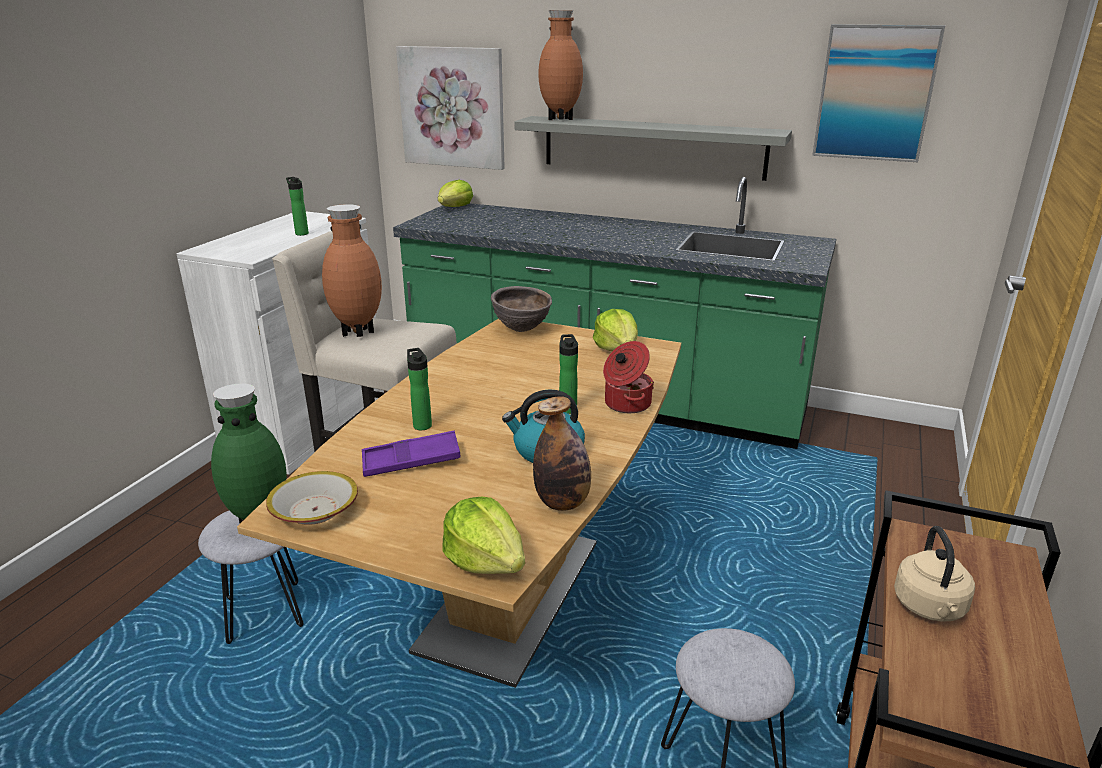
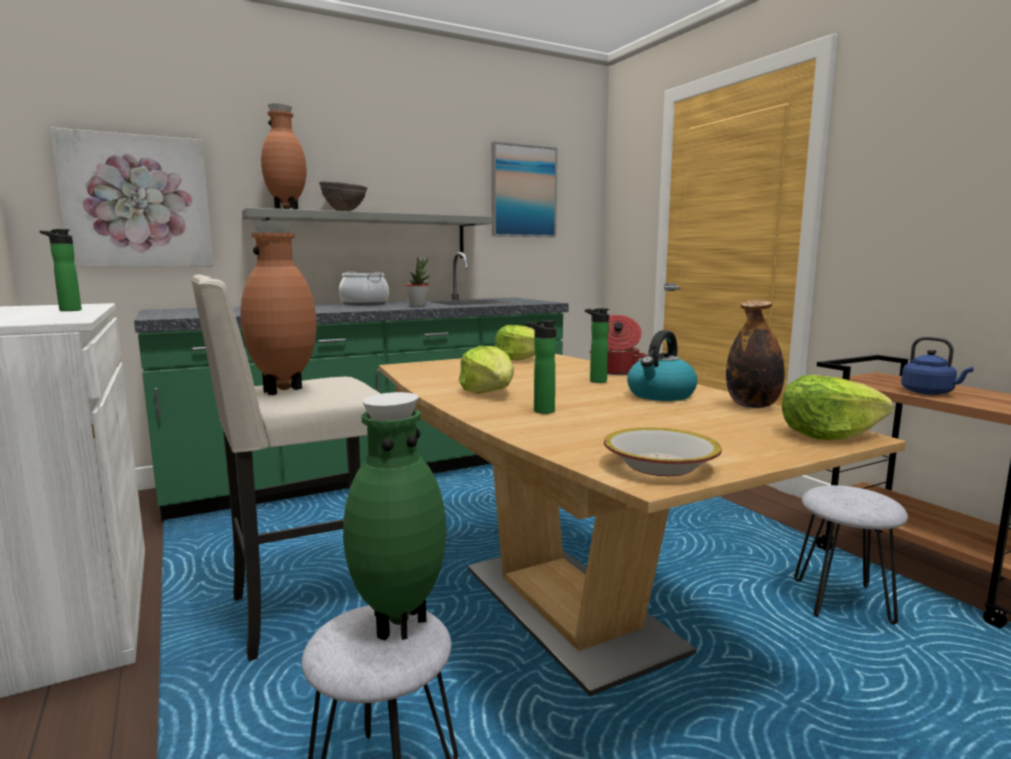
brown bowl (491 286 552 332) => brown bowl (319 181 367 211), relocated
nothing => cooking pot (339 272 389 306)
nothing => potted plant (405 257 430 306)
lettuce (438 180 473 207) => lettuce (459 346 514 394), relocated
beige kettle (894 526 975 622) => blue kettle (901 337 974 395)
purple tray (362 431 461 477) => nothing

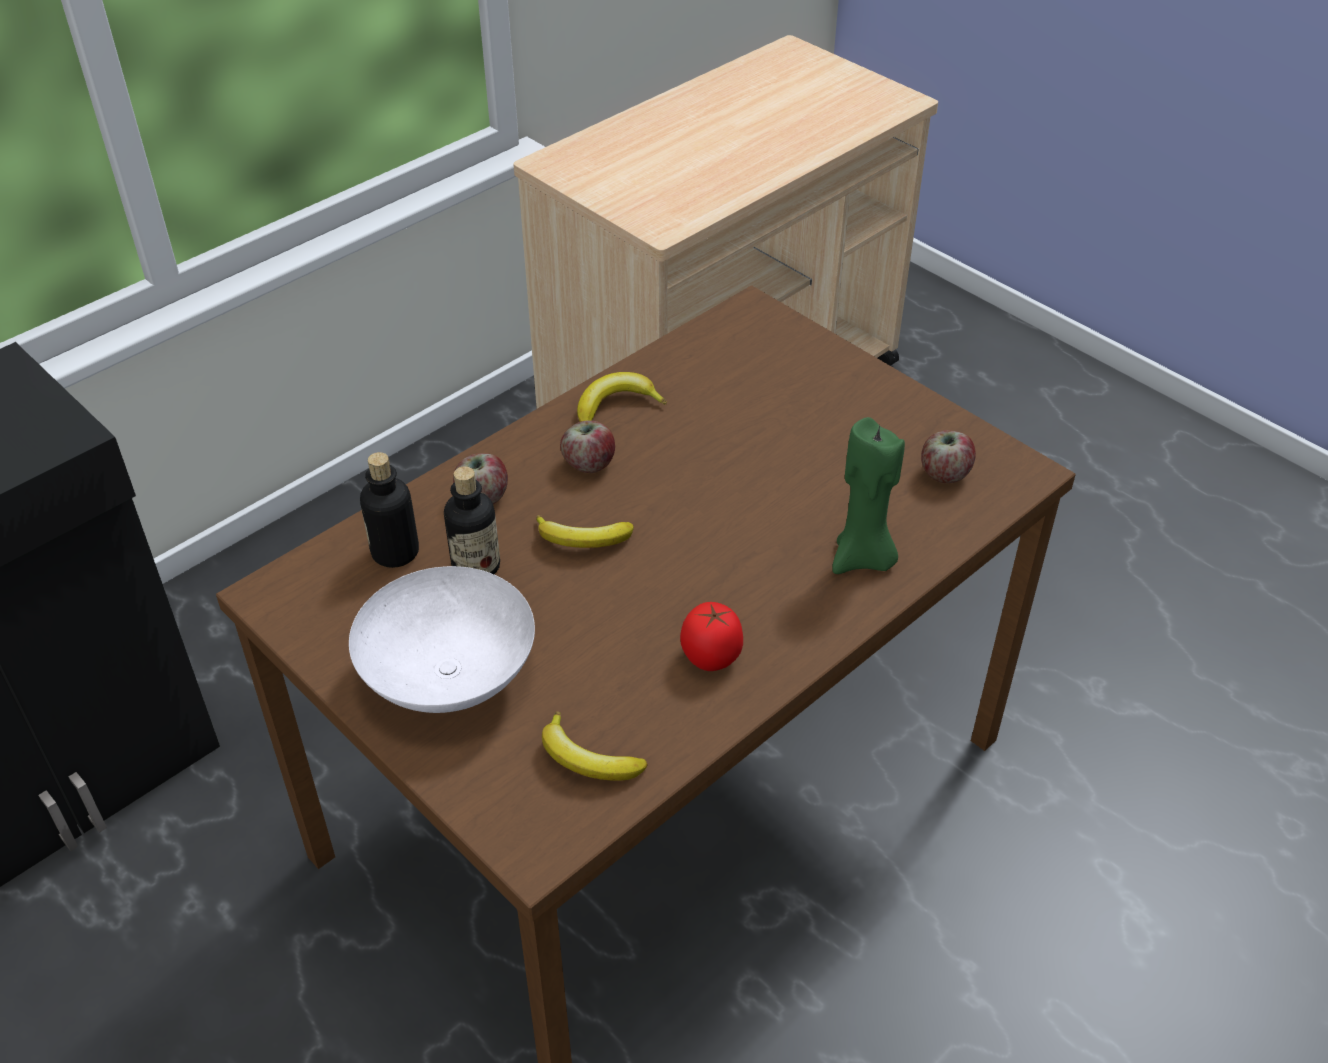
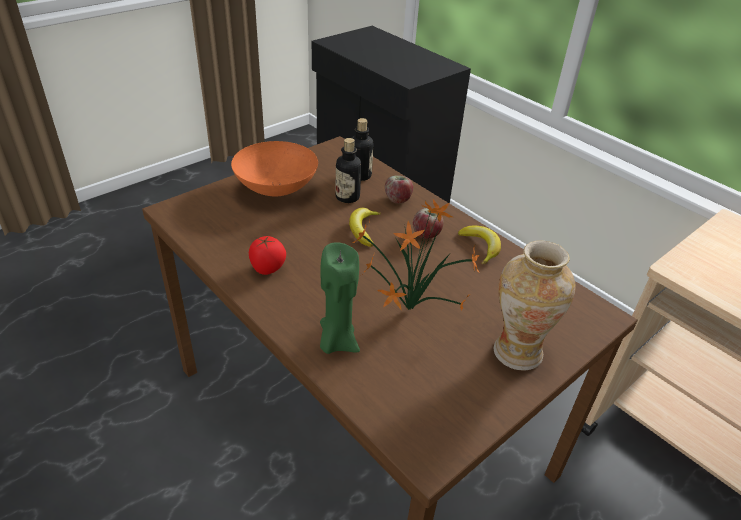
white bowl (349 566 535 713) => orange bowl (231 141 318 196)
nothing => potted plant (351 199 480 310)
nothing => vase (494 241 576 371)
banana (542 711 648 781) => nothing
apple (921 430 976 483) => nothing

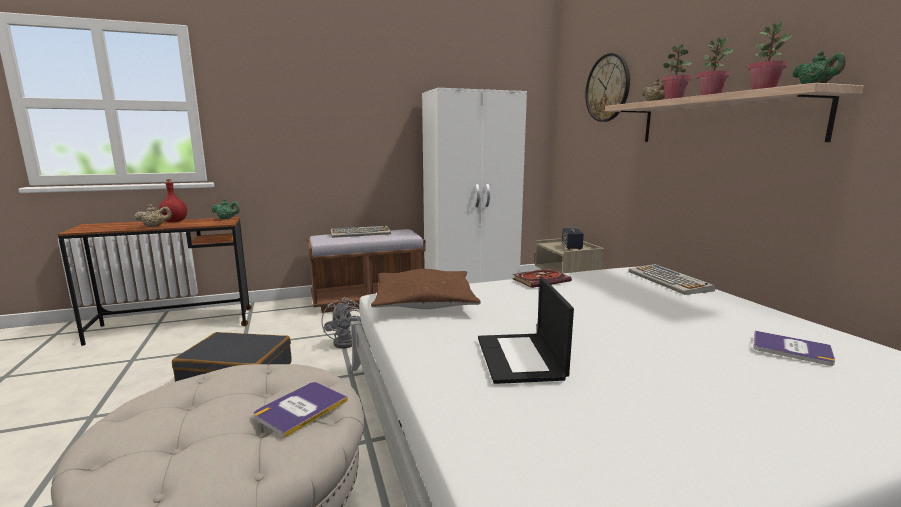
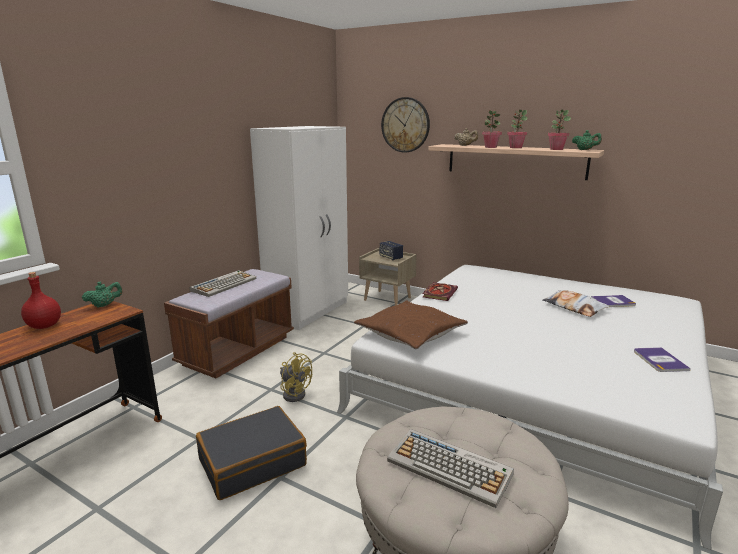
grey fan (321 297 361 348) => yellow fan (280 352 312 402)
keyboard (628 264 715 295) => keyboard (387 429 514 508), relocated
nothing => pillow (542 290 609 317)
book (254 382 348 438) => book (634 347 691 372), relocated
beige teapot (134 204 172 227) => nothing
laptop (478 277 574 384) => nothing

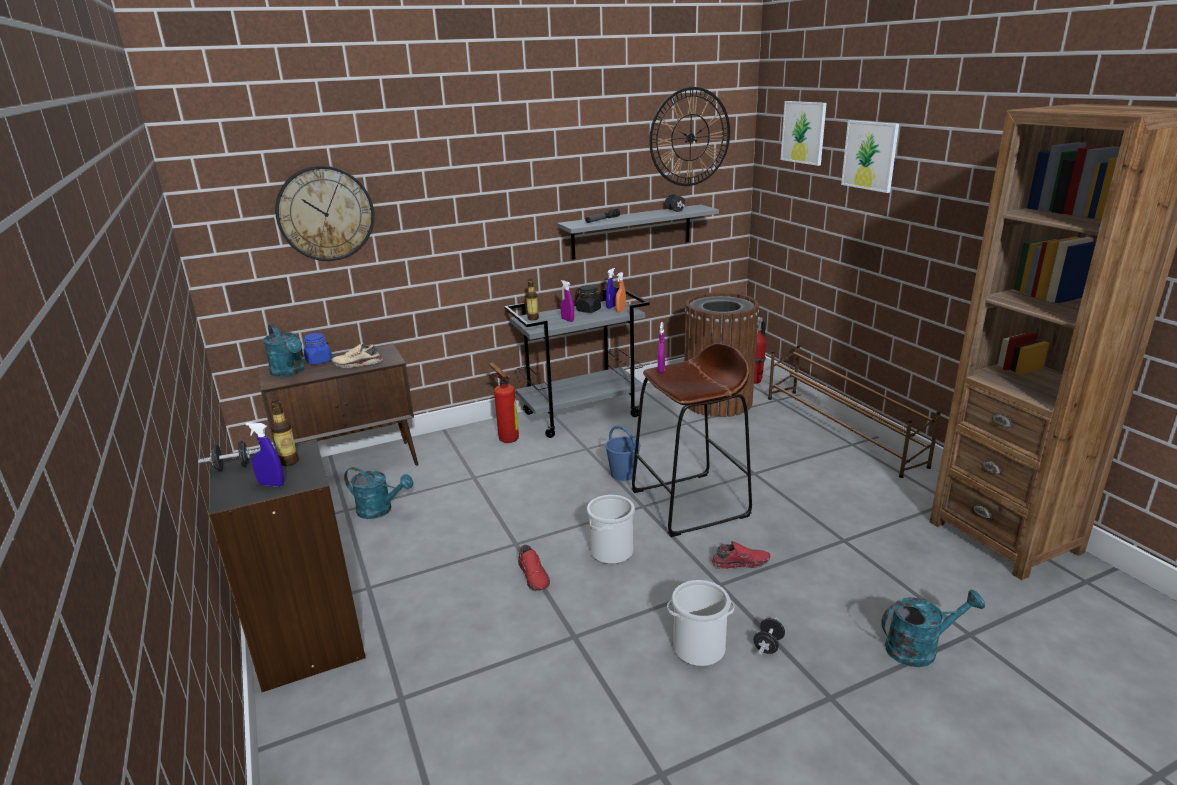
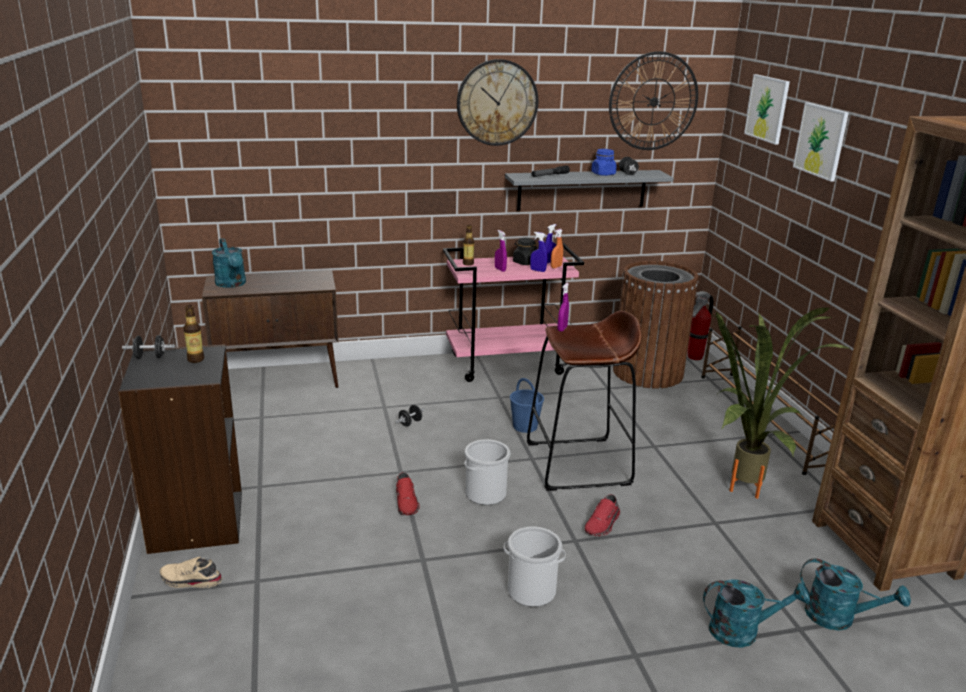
beige shoe (332 343 382 368) => beige shoe (160 557 223 588), relocated
black dumbbell (753 617 785 655) => black dumbbell (395 405 425 427), relocated
grey cart (504 287 650 438) => pink cart (443 243 584 382)
wall clock (275 166 374 261) => wall clock (457 59 539 146), relocated
blue spray bottle (245 422 284 487) => blue spray bottle (530 232 547 272), relocated
red shoe (711 541 770 569) => red shoe (585 494 620 536), 120 degrees clockwise
blue jar (304 333 332 365) => blue jar (591 149 617 176), relocated
nothing => potted plant (711 308 851 499)
turquoise watering can (344 467 413 519) => turquoise watering can (800 558 911 631), relocated
fire extinguisher (488 362 519 443) => nothing

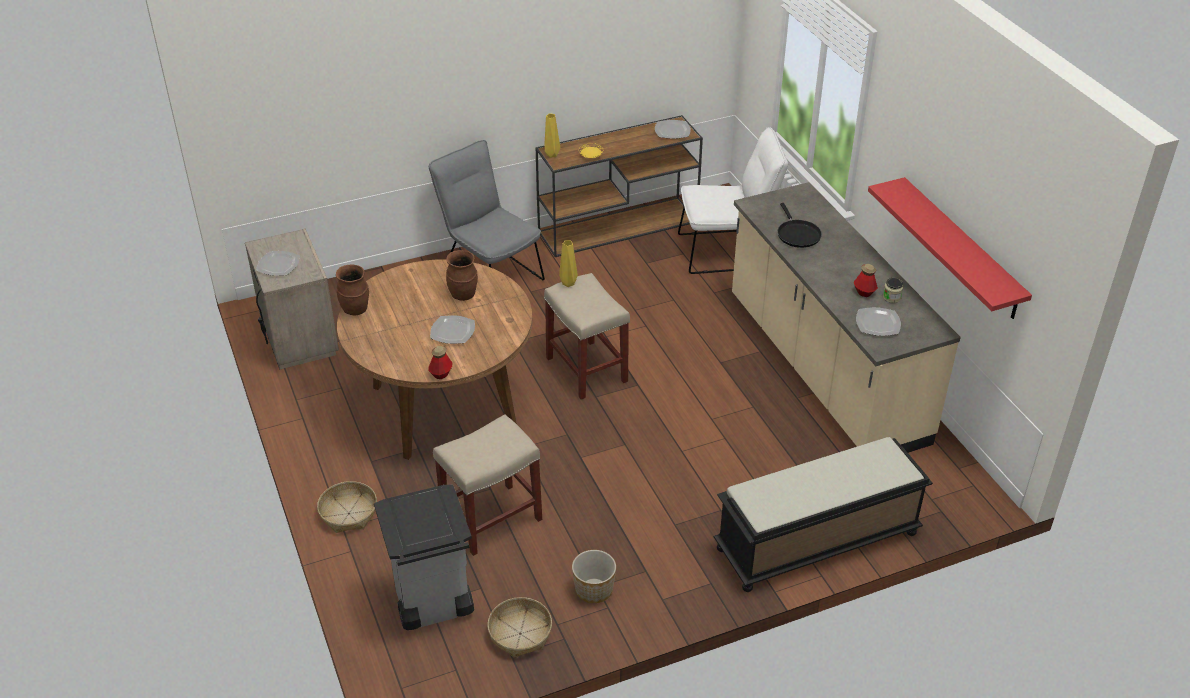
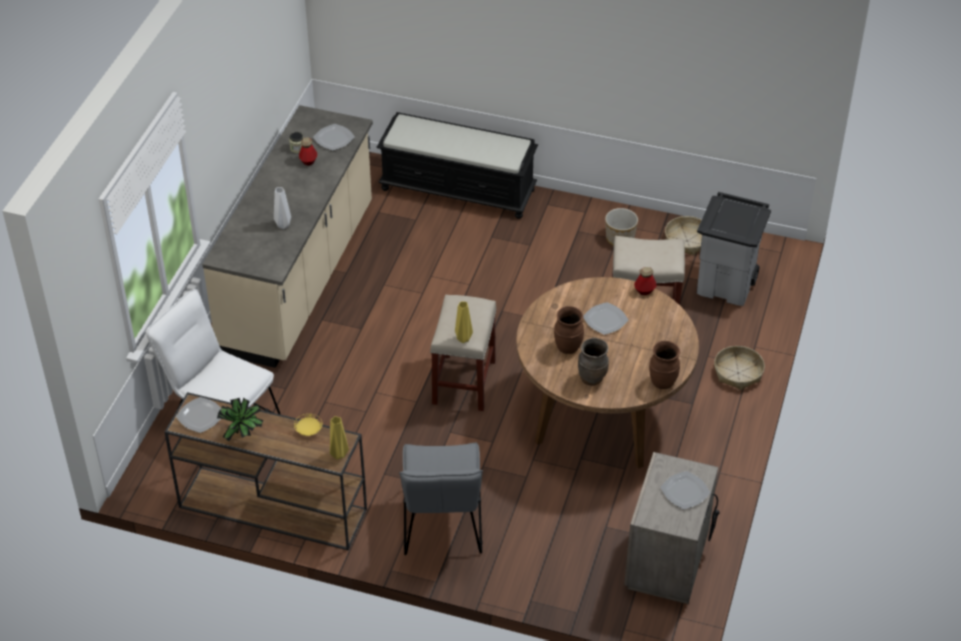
nothing => potted plant (217 398 264 441)
black frying pan (778 203 822 248) => white vase (274 187 291 229)
nothing => brown vase (578 338 609 386)
red shelf (868 177 1032 319) => nothing

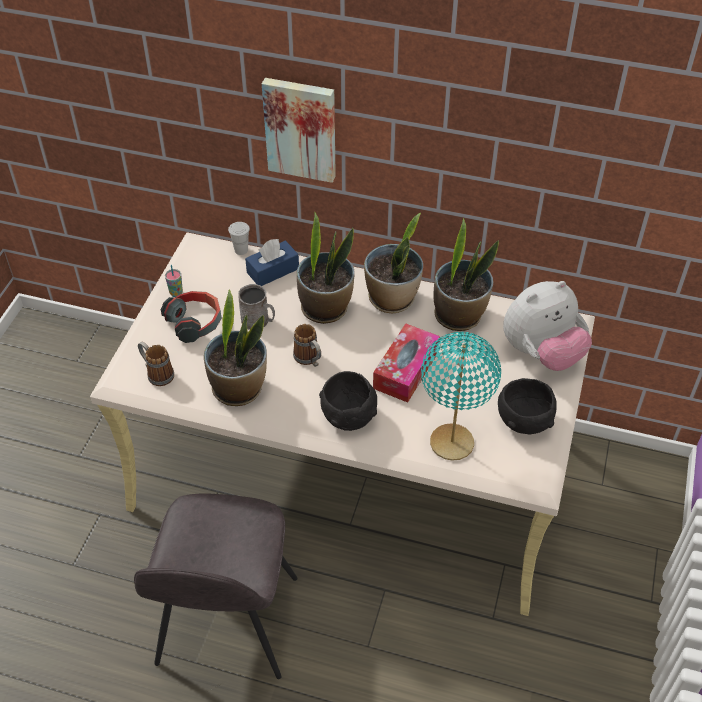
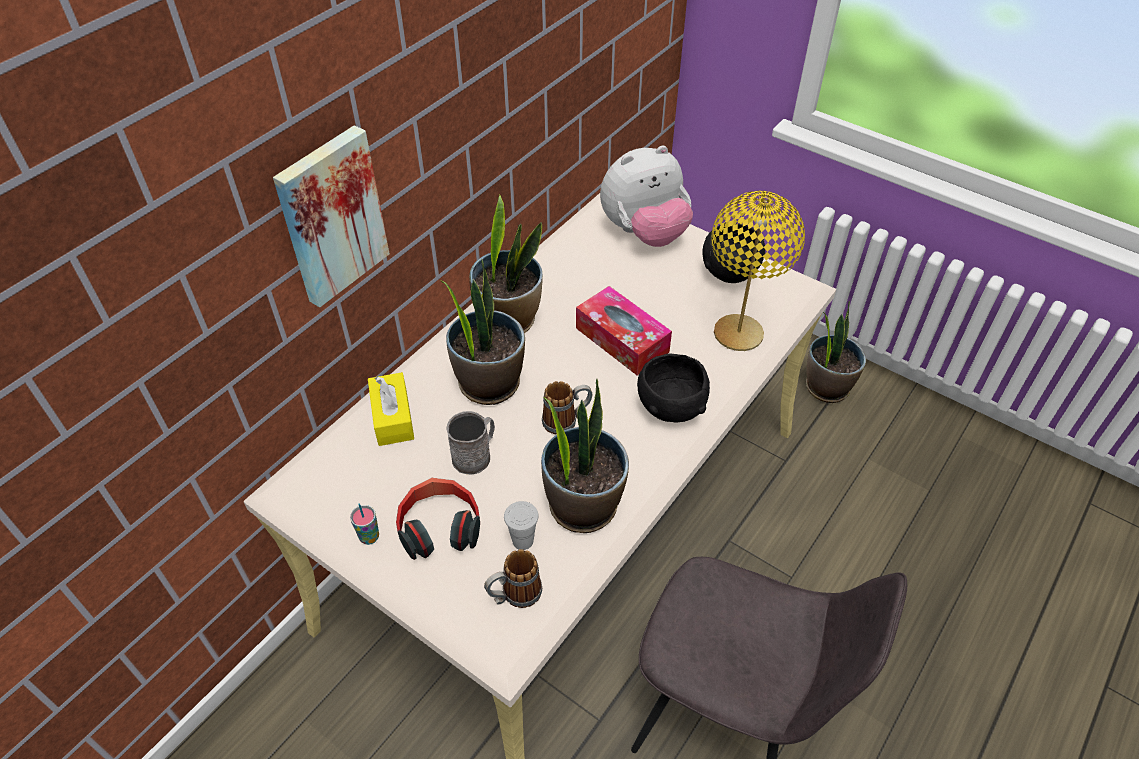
blue tissue box (245 239 299 286) => yellow tissue box (368 372 414 446)
white cup (228 222 250 255) => white cup (504 501 539 550), relocated
plush toy (503 281 592 371) => plush toy (600 145 693 247), 75 degrees clockwise
turquoise table lamp (421 332 501 461) => yellow table lamp (711 191 805 351)
potted plant (433 218 499 331) => potted plant (806 301 866 403), relocated

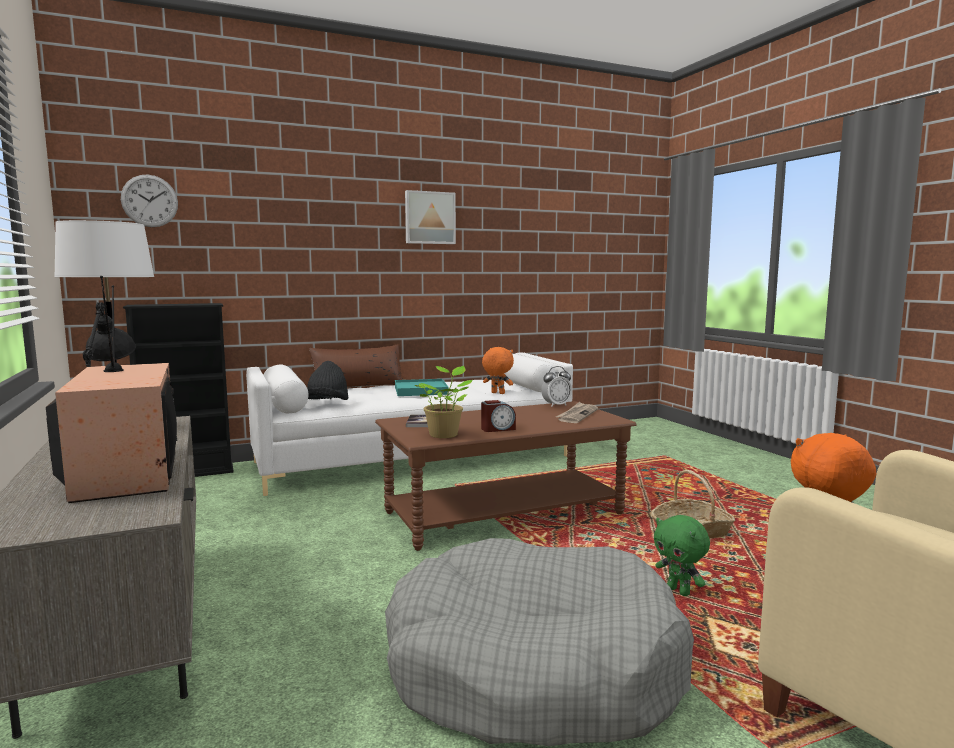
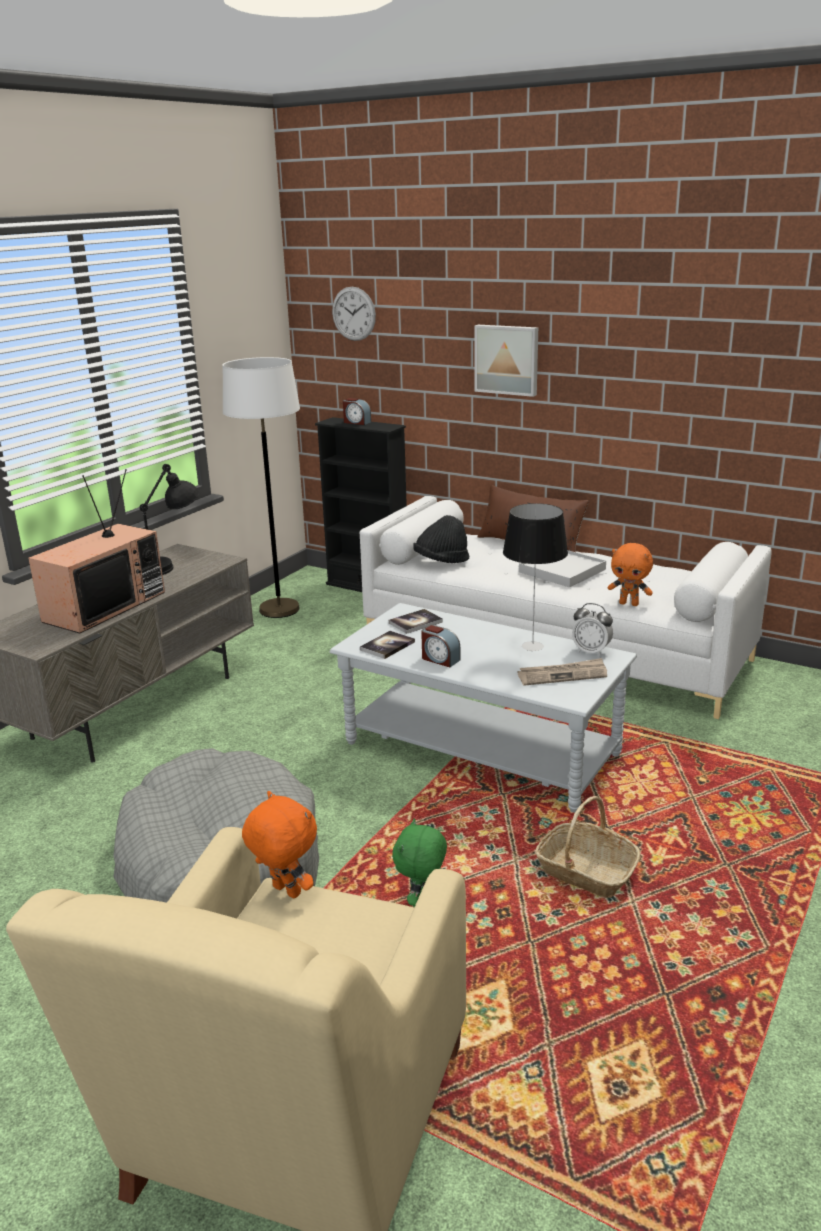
brown coffee table (375 401 637 551) => grey coffee table (330 603 637 813)
nothing => alarm clock (343 398 371 425)
potted plant (415 366 473 438) => book (360 631 415 659)
picture (405 190 456 244) => picture (475 325 538 397), relocated
nothing => table lamp (503 503 568 651)
turquoise tray (395 379 449 396) => white tray (519 550 606 587)
orange plush toy (482 347 514 394) => orange plush toy (608 543 653 606), 120 degrees clockwise

